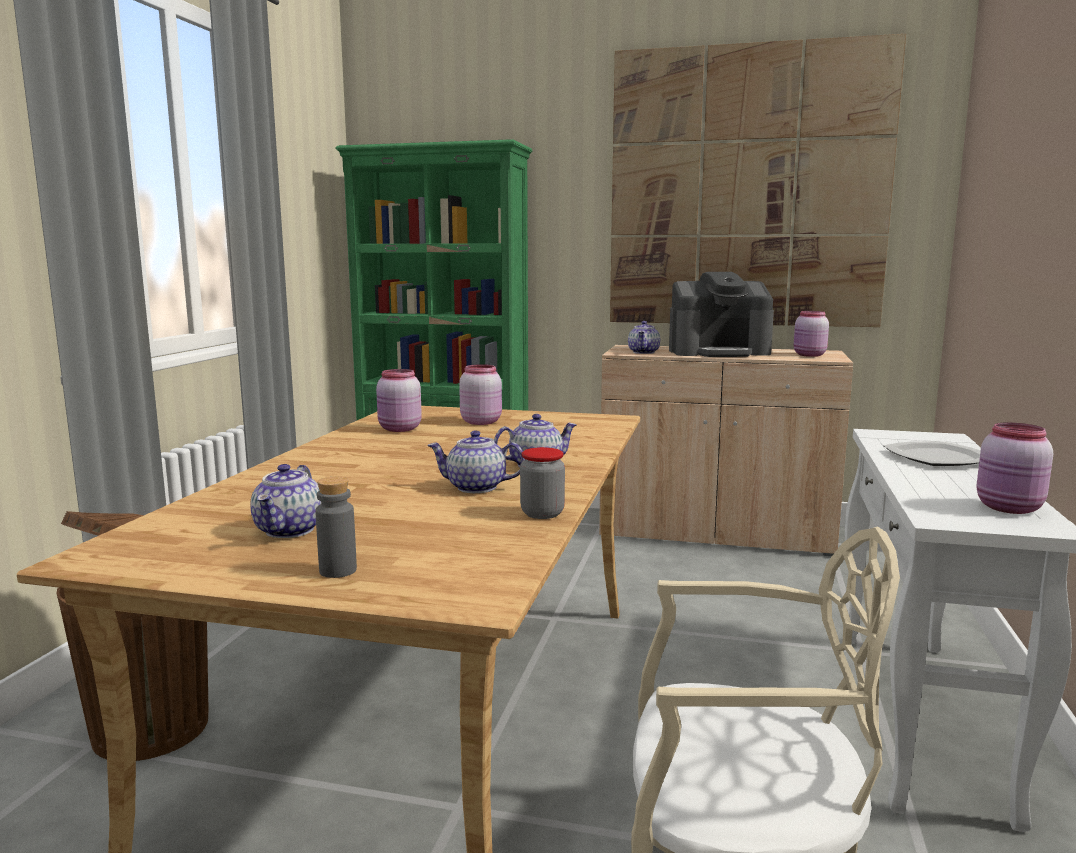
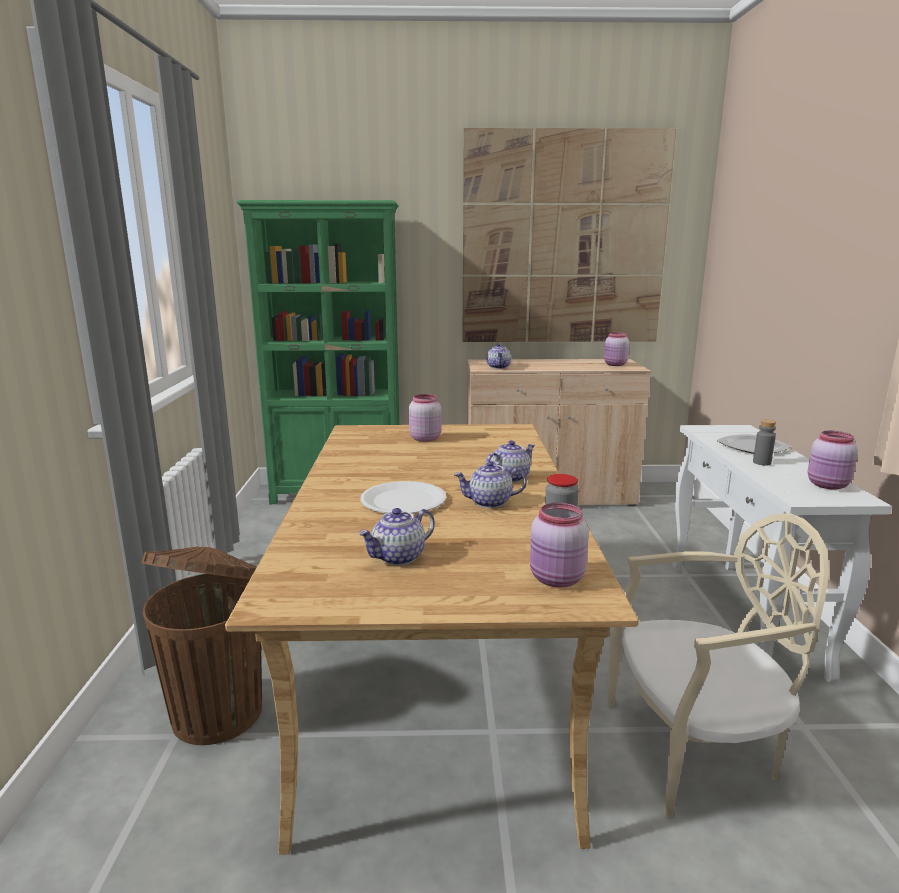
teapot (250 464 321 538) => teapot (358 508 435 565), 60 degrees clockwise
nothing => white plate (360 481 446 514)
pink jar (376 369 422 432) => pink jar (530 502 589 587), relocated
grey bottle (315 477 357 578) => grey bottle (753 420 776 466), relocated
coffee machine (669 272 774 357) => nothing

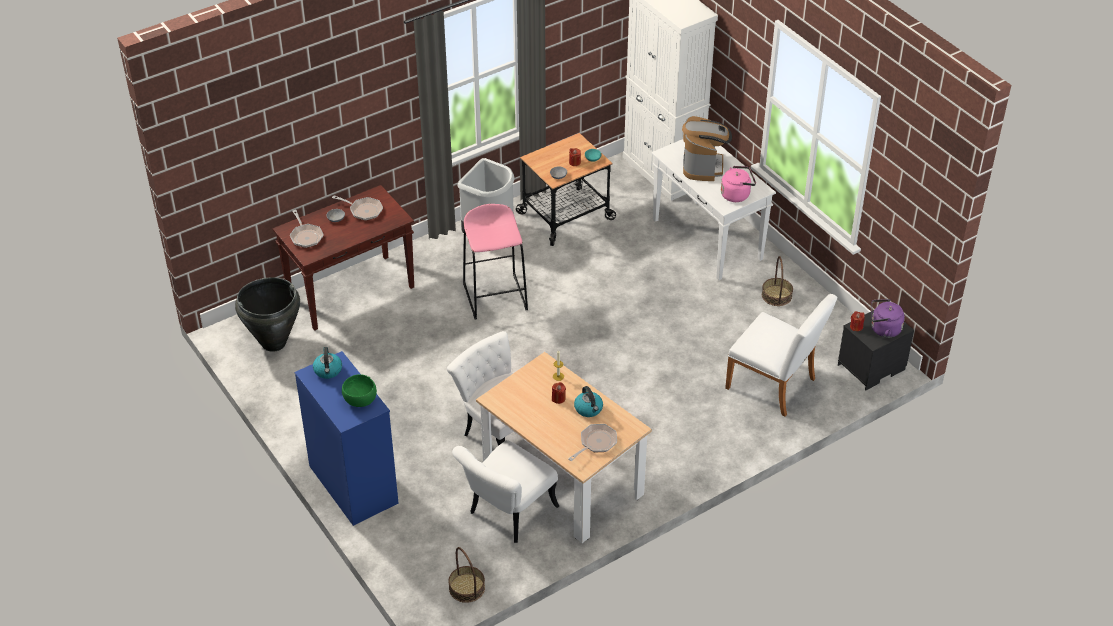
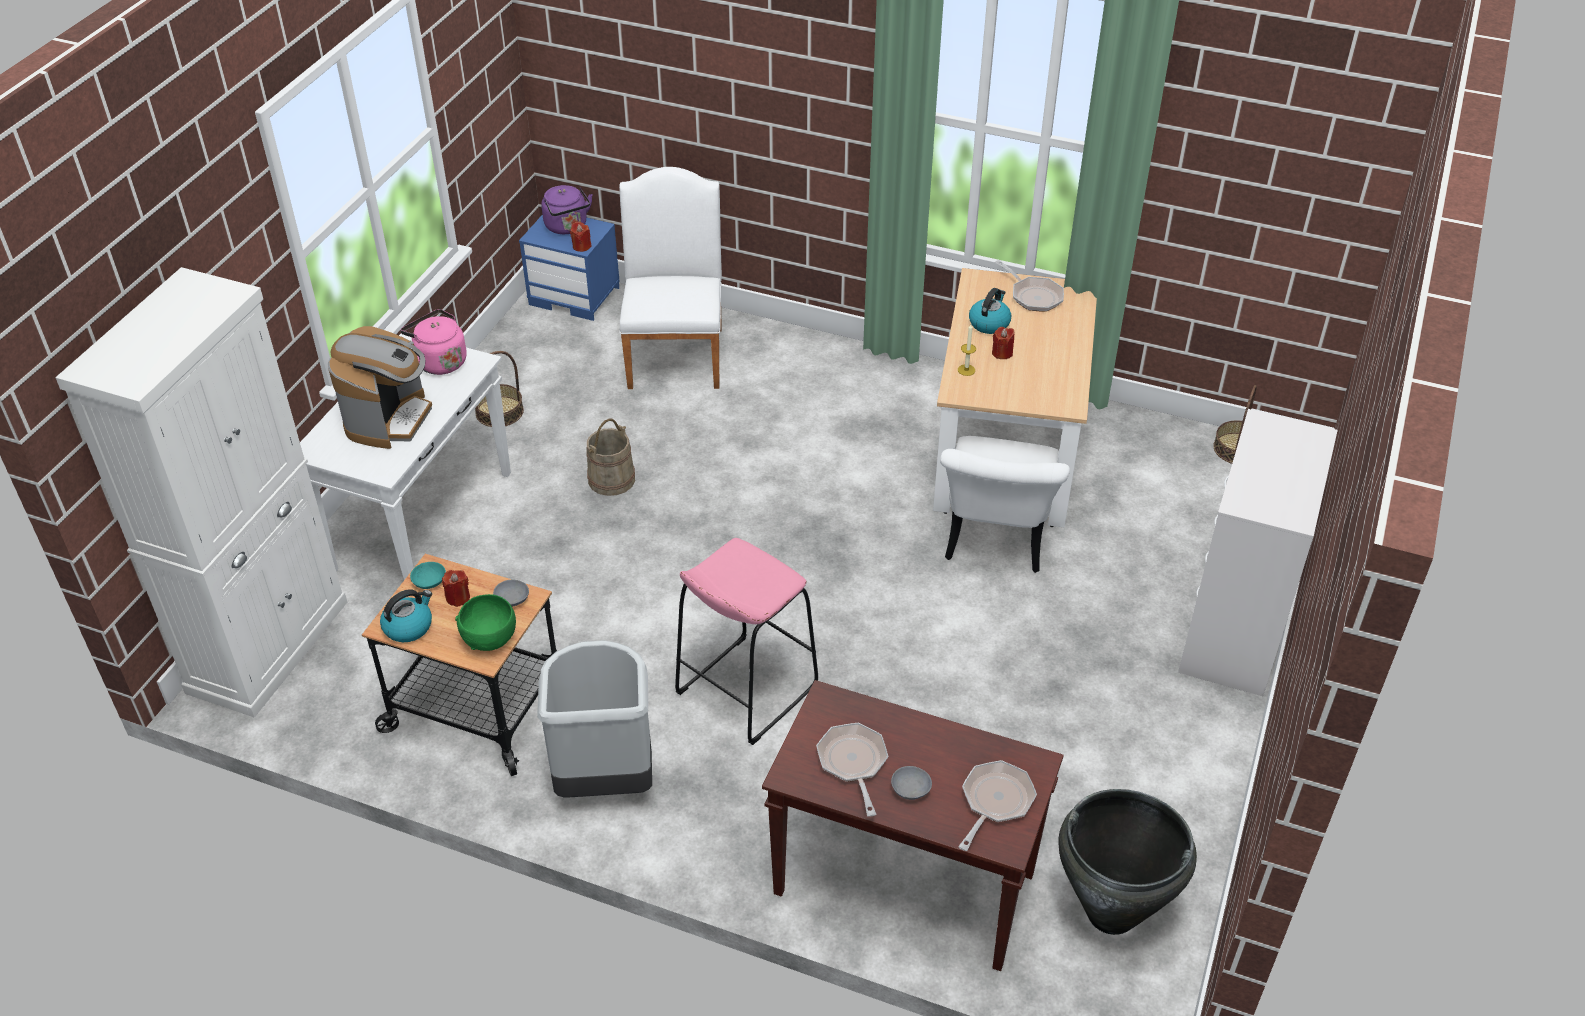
coffee machine (682 116 732 181) => coffee machine (328 326 432 449), 135 degrees clockwise
kettle (313 347 342 379) => kettle (380 589 432 642), relocated
green bowl (342 374 377 407) => green bowl (455 594 516 651), relocated
black nightstand (838 310 914 391) => blue nightstand (519 215 619 321)
nothing => beige bucket (586 419 635 496)
frying pan (568 424 617 461) => frying pan (995 260 1064 312), 135 degrees counterclockwise
blue dresser (295 351 399 526) => white dresser (1178 409 1338 696)
white chair (452 440 559 543) => nothing

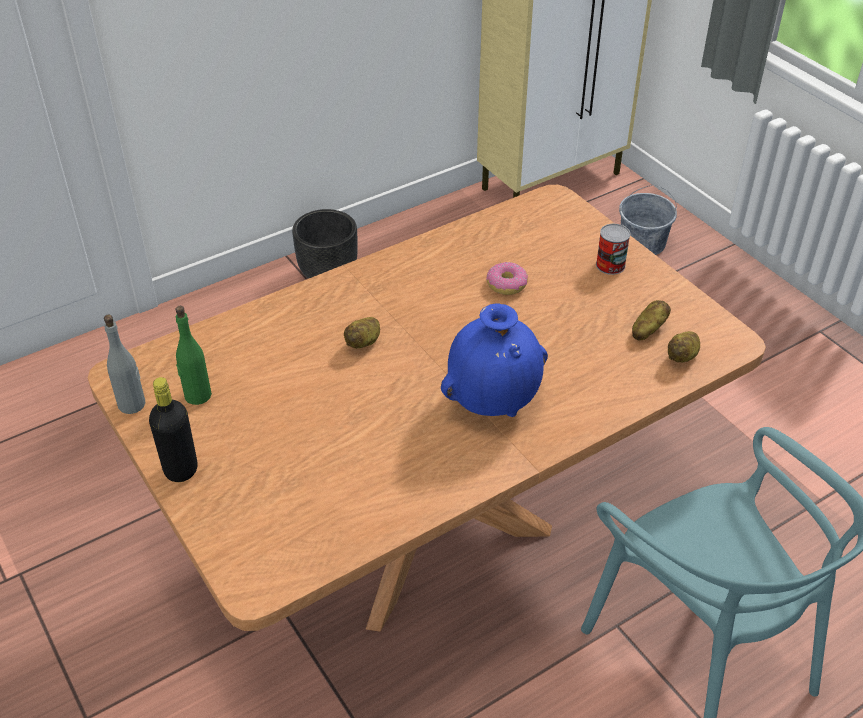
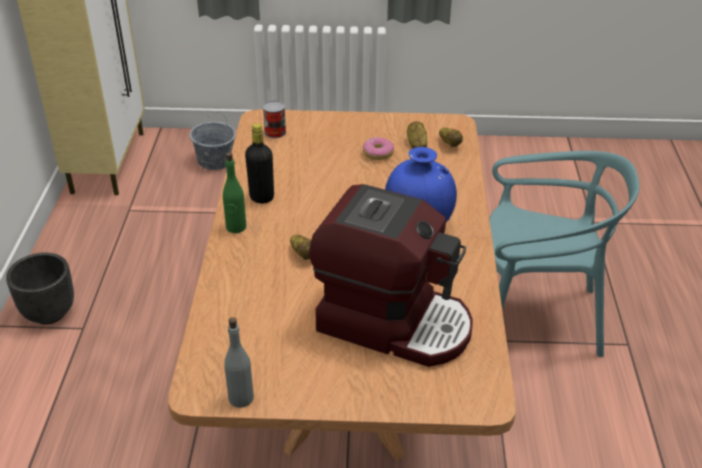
green bottle (175 306 212 405) => green bottle (223 152 246 233), relocated
black bottle (149 377 197 482) => black bottle (245 123 274 203), relocated
can (596 224 631 275) => can (263 100 286 138), relocated
nothing => coffee machine (309 184 473 367)
donut (486 262 528 295) => donut (363 137 394 160), relocated

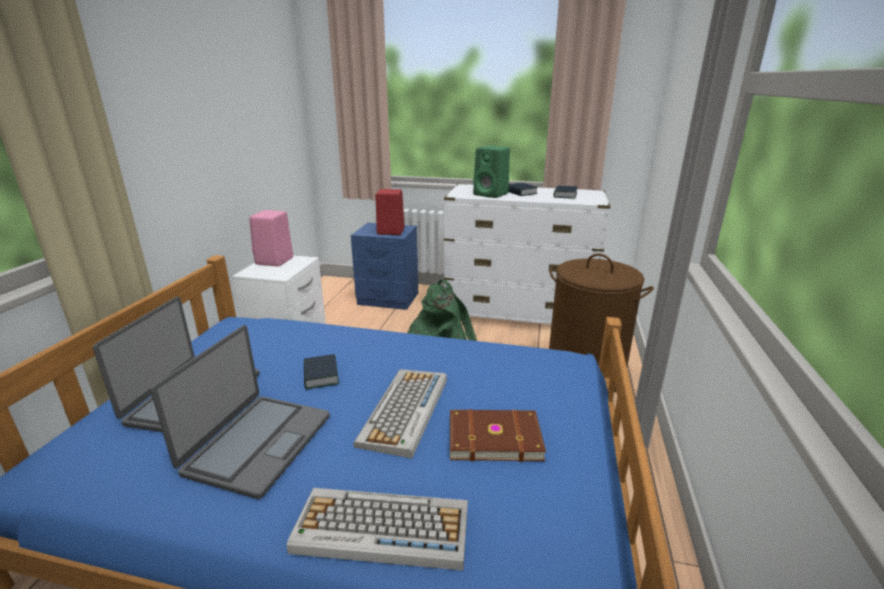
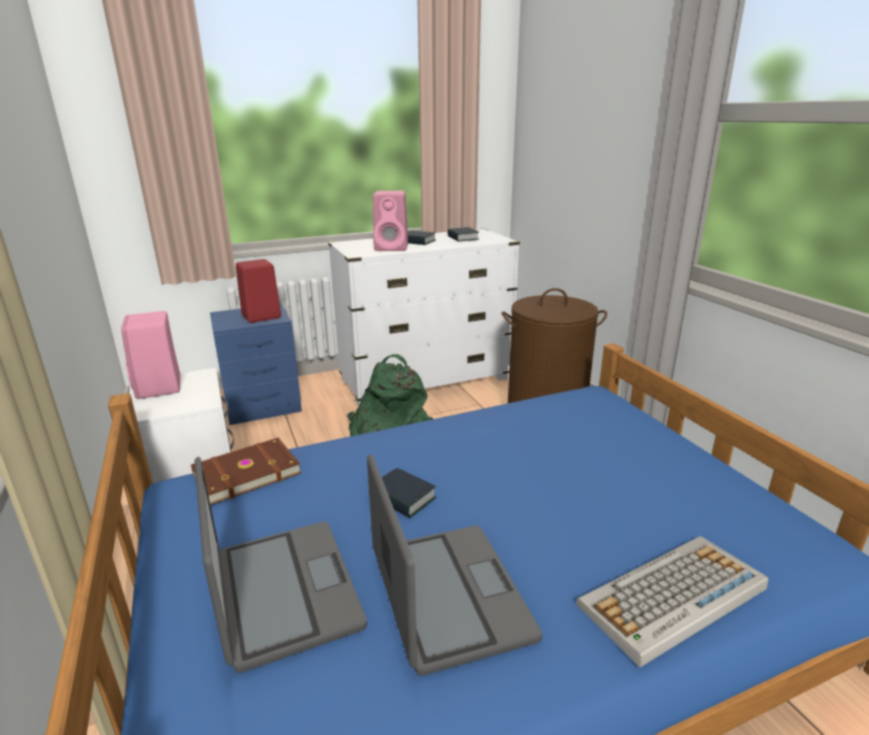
brown book (450 409 546 462) => brown book (191 438 301 505), relocated
green speaker (473 145 510 198) => pink speaker (373 191 408 251)
keyboard (353 369 447 459) => nothing

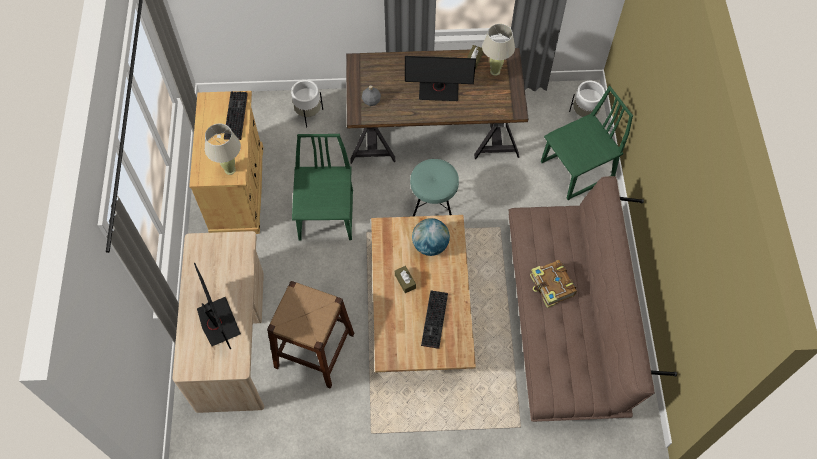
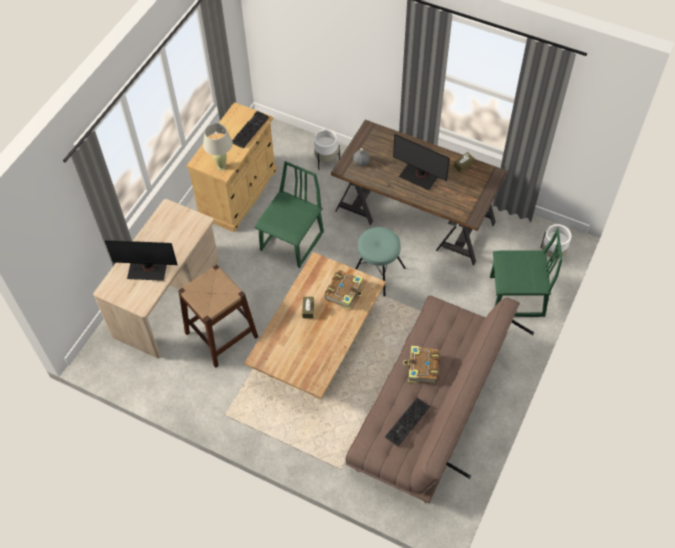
monitor (194 263 241 349) => monitor (105 240 178 281), 90 degrees clockwise
globe (412 218 450 256) => book (325 270 363 310)
keyboard (421 290 448 349) => keyboard (385 397 430 447), relocated
beige table lamp (482 24 515 76) => nothing

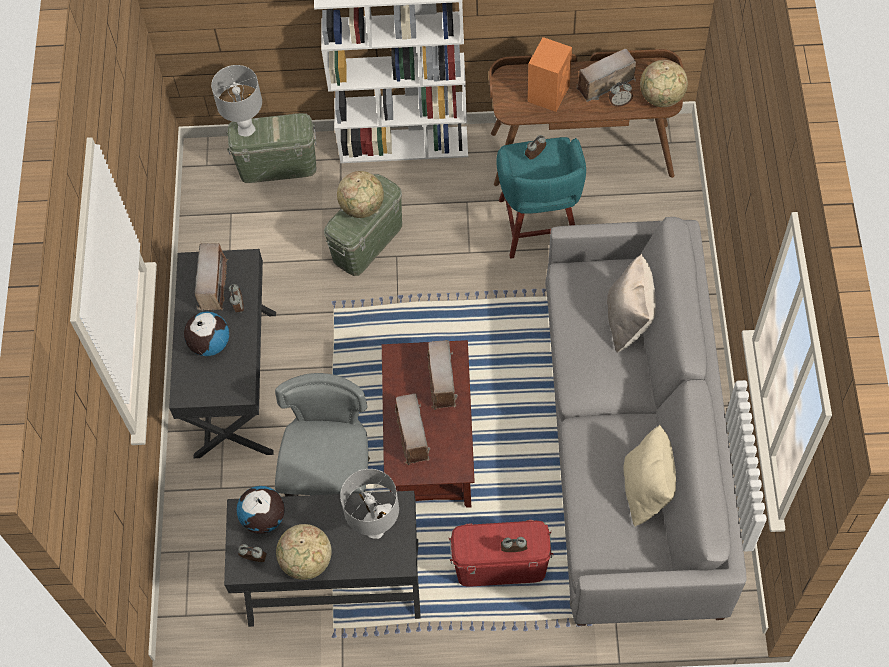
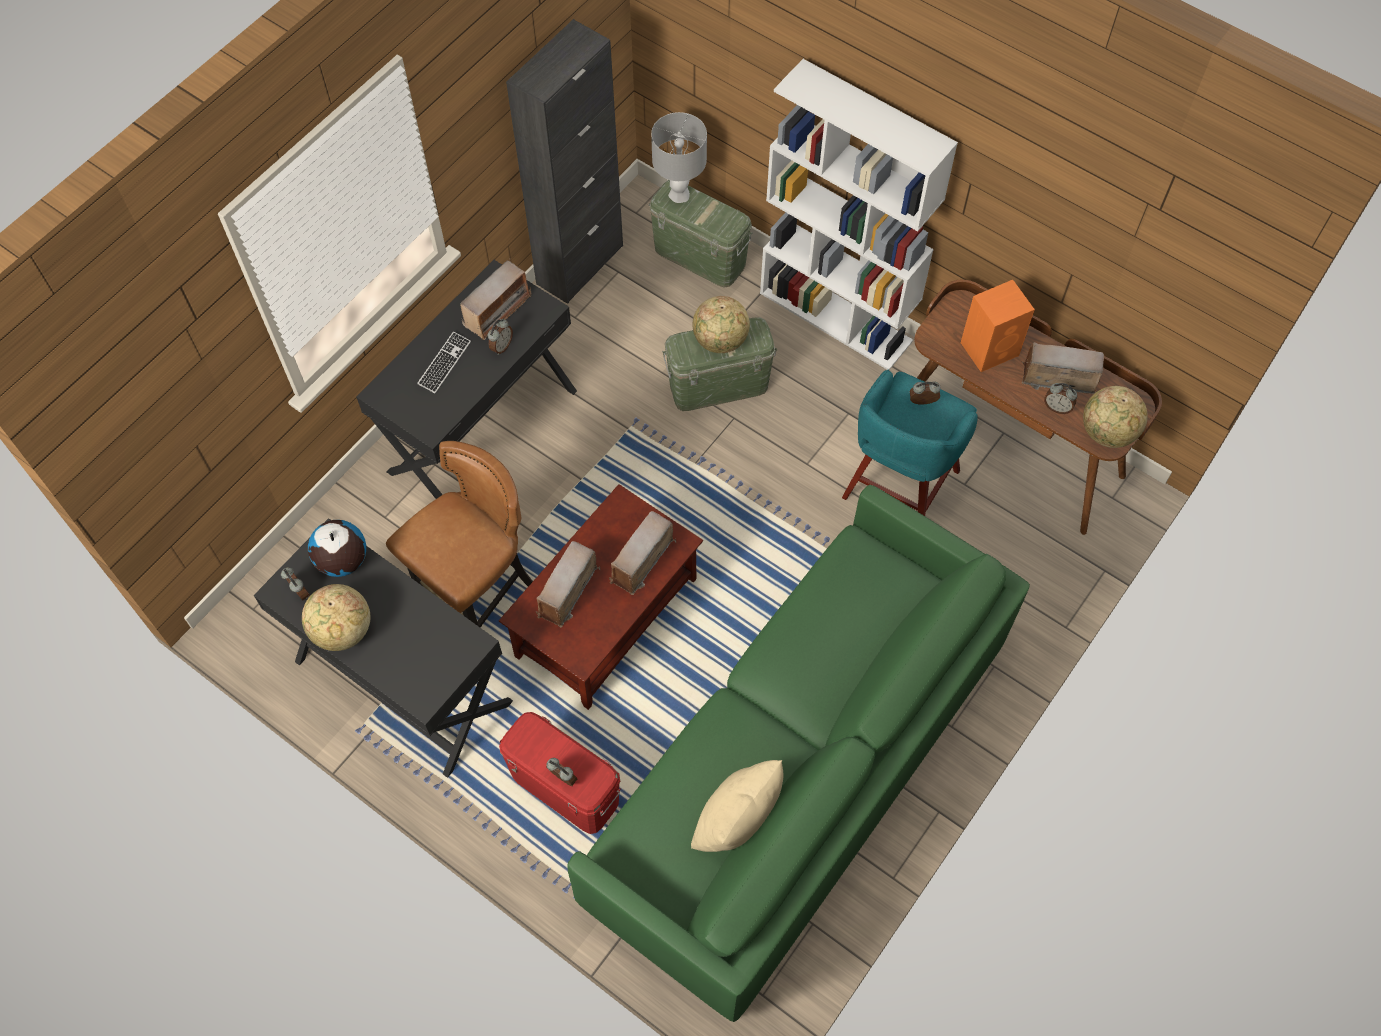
grey chair (275 373 370 497) => brown chair (386 441 533 627)
globe (184 311 229 356) => keyboard (417 332 471 393)
nothing => black cabinet (506 19 623 304)
grey sofa (545 217 746 626) => green sofa (568 485 1030 1022)
grey table lamp (340 469 399 539) => nothing
beige pillow (607 254 656 353) => nothing

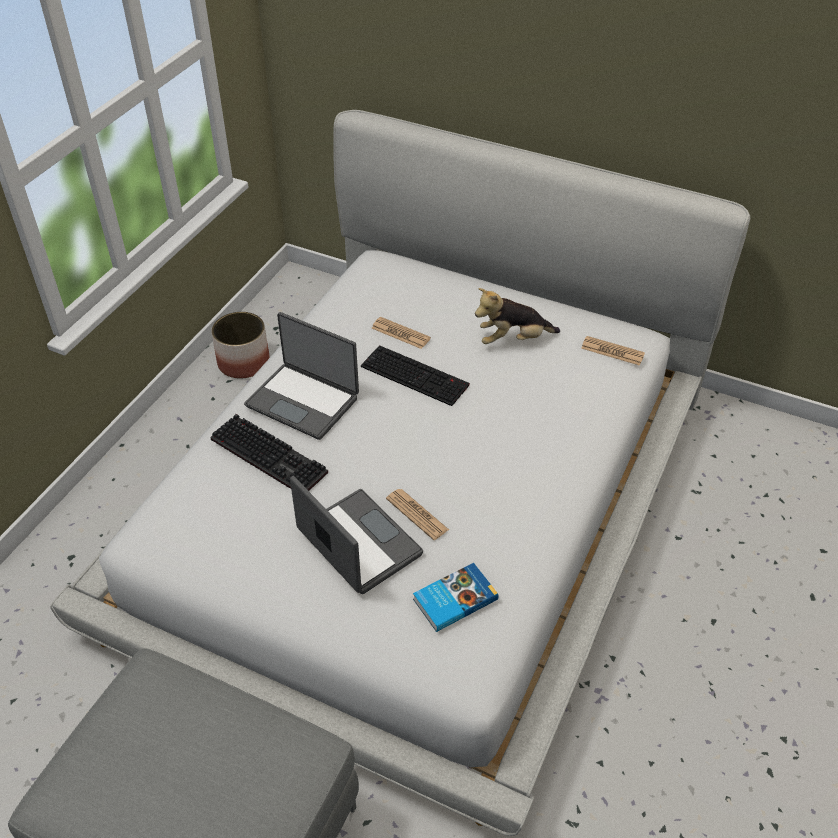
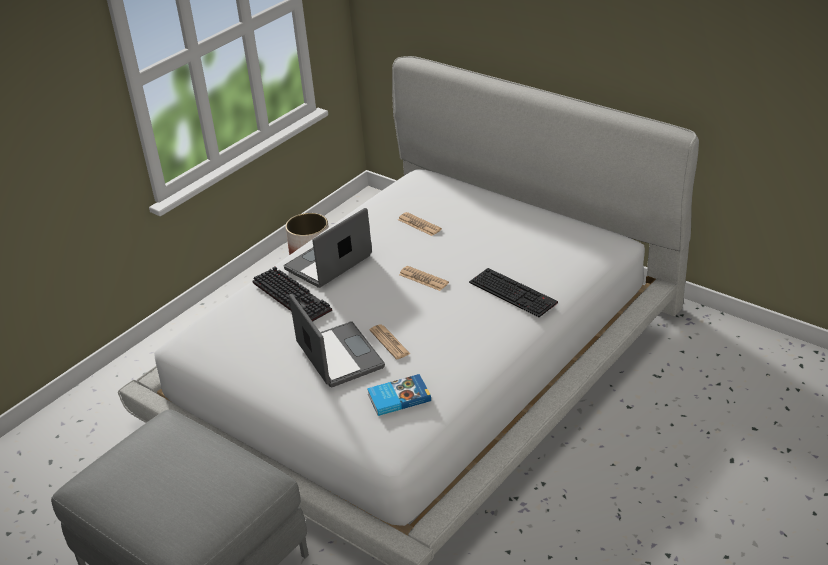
laptop (244 312 359 440) => laptop (284 208 372 288), 90 degrees clockwise
newspaper (581 336 645 366) => newspaper (399 266 449 291), relocated
keyboard (361 345 470 406) => keyboard (469 268 558 317), relocated
plush toy (475 288 560 344) => nothing

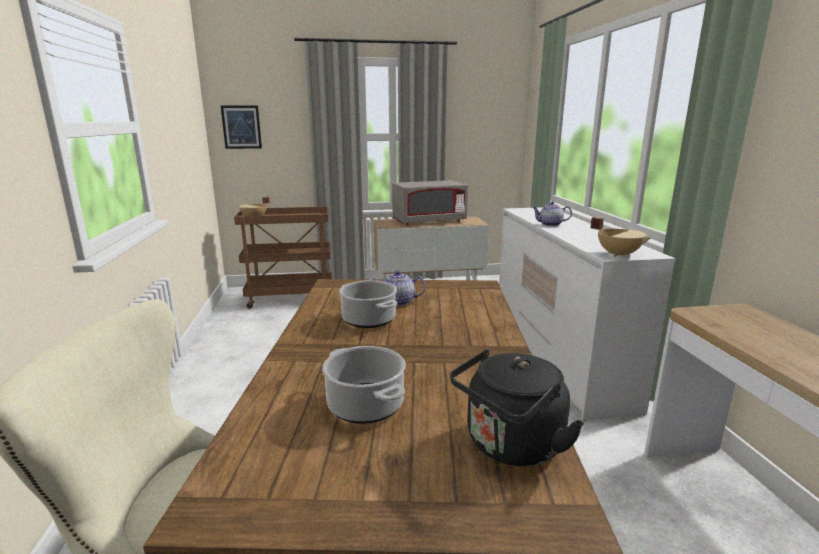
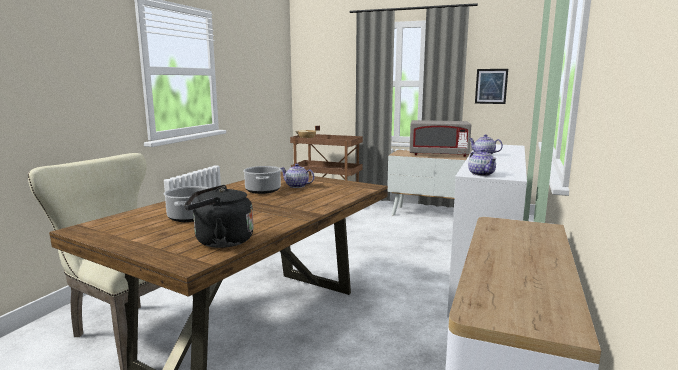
beige cooking pot (590 217 651 257) => teapot (468 149 496 176)
picture (220 105 262 149) => picture (475 69 508 104), relocated

